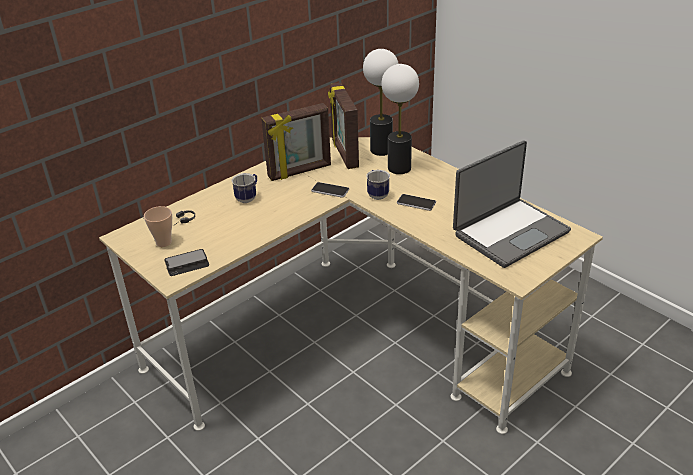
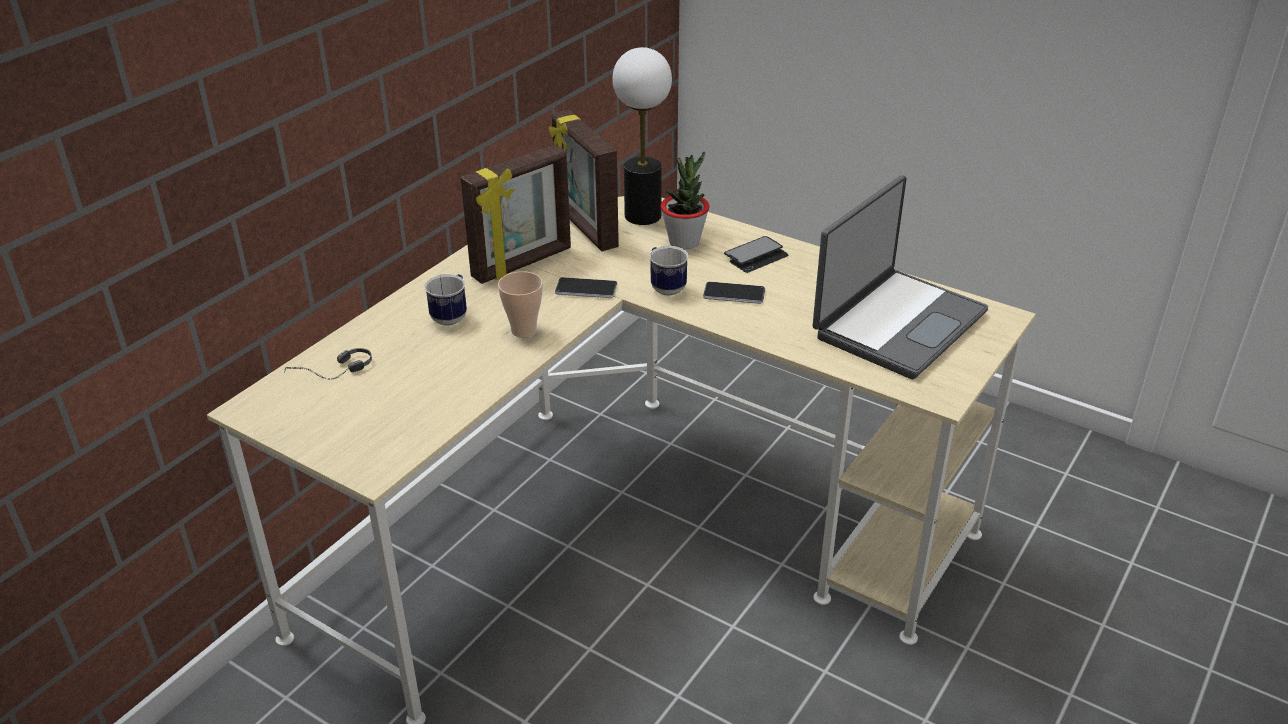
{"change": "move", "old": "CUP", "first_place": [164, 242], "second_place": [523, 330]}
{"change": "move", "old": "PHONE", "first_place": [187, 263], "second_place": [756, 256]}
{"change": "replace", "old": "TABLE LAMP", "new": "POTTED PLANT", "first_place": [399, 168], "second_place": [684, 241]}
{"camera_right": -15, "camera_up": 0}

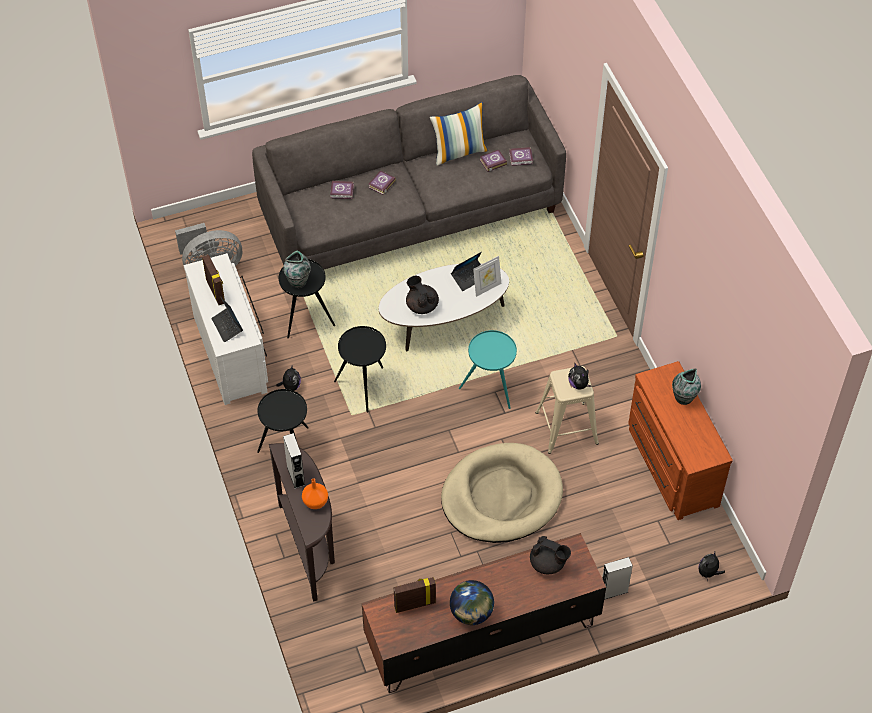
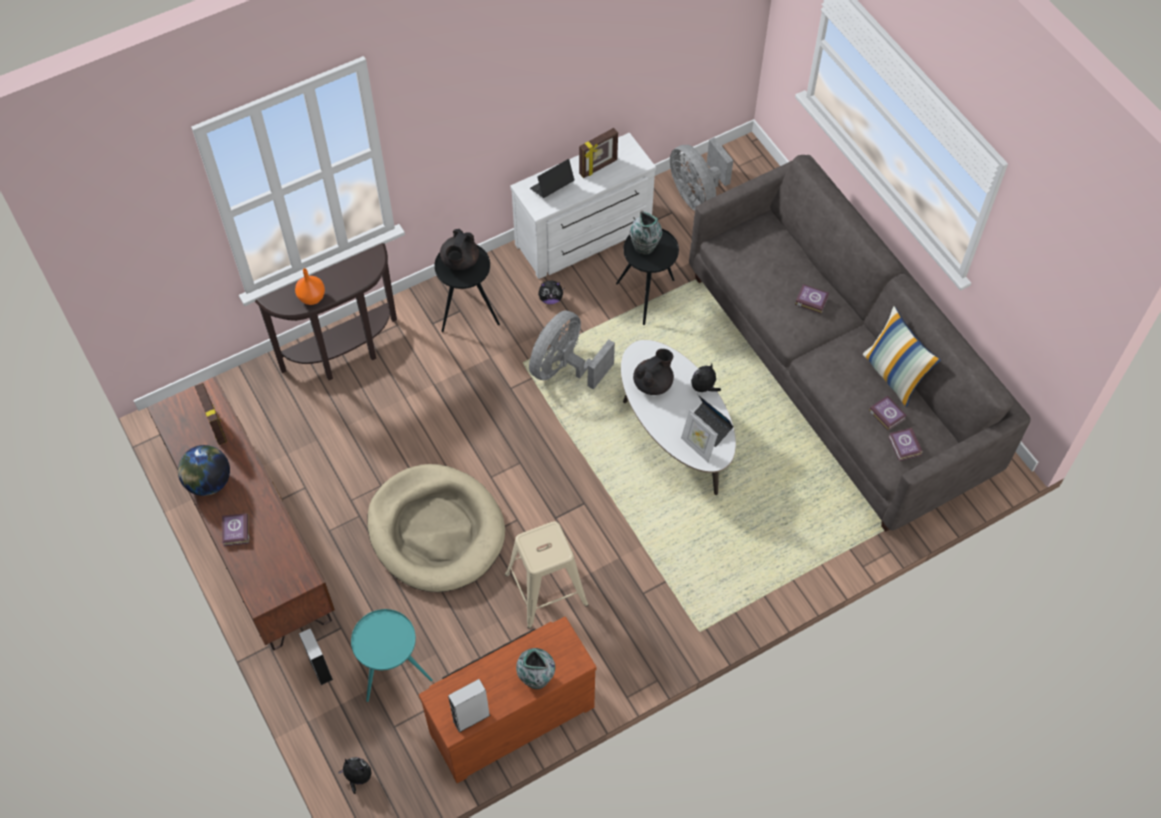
{"change": "move", "old": "GREY SPEAKER", "first_place": [296, 476], "second_place": [471, 718]}
{"change": "move", "old": "BOOK", "first_place": [342, 192], "second_place": [235, 532]}
{"change": "move", "old": "TURQUOISE SIDE TABLE", "first_place": [490, 390], "second_place": [393, 673]}
{"change": "move", "old": "BLACK TEAPOT", "first_place": [548, 563], "second_place": [460, 261]}
{"change": "move", "old": "PLUSH TOY", "first_place": [579, 384], "second_place": [704, 388]}
{"change": "replace", "old": "BLACK SIDE TABLE", "new": "GREY FAN", "first_place": [364, 386], "second_place": [565, 368]}
{"camera_right": 80, "camera_up": 5}

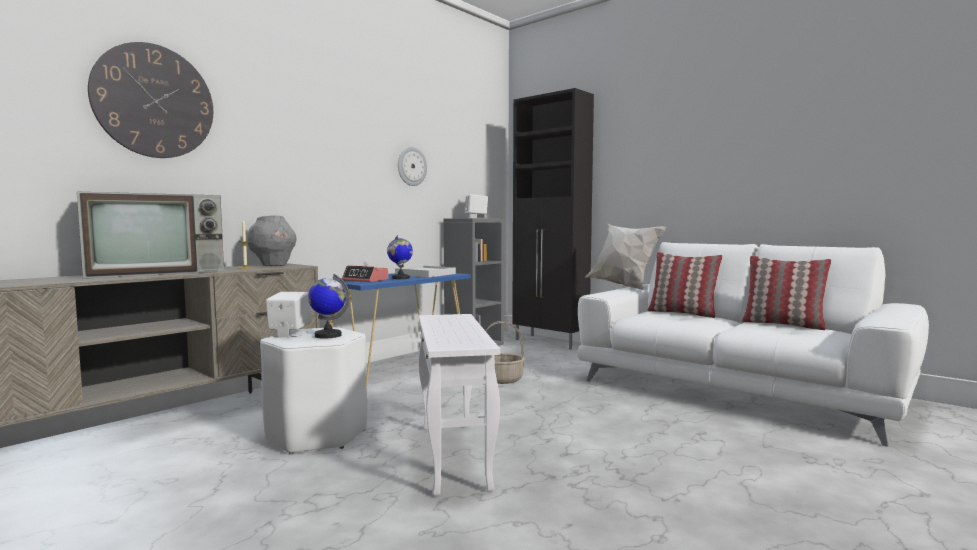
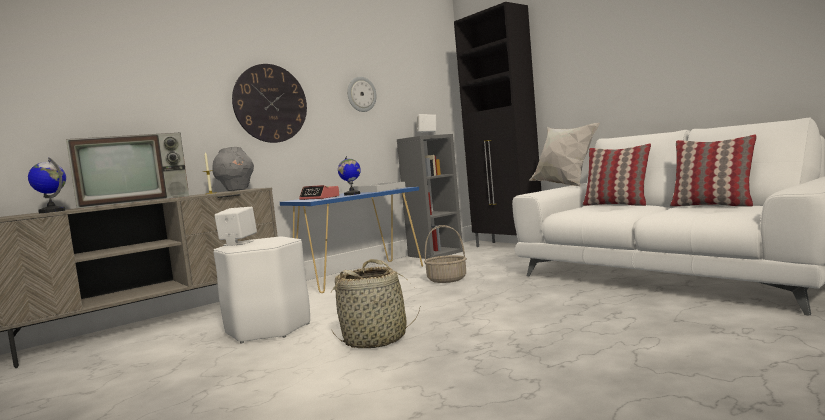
{"change": "move", "old": "WALL CLOCK", "first_place": [154, 101], "second_place": [270, 103]}
{"change": "move", "old": "GLOBE", "first_place": [328, 335], "second_place": [52, 211]}
{"change": "replace", "old": "WHITE SIDE TABLE", "new": "BASKET", "first_place": [454, 455], "second_place": [376, 339]}
{"camera_right": 10, "camera_up": 0}

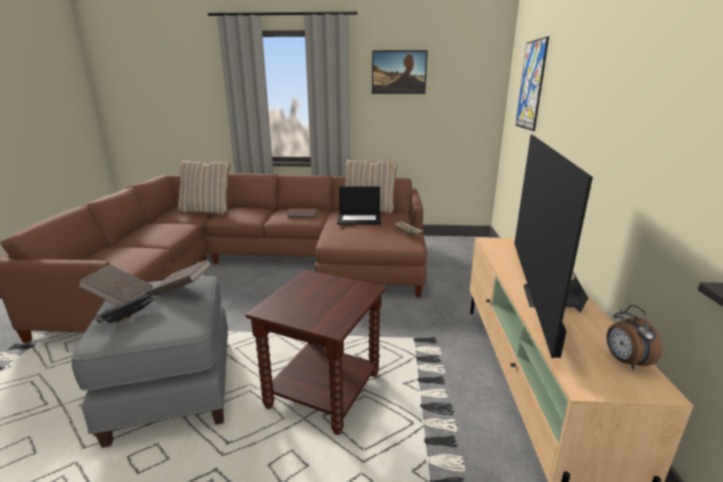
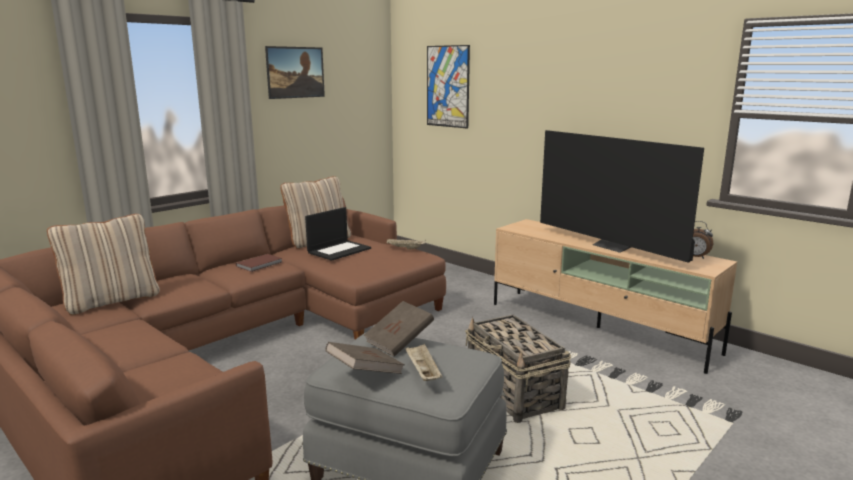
{"change": "replace", "old": "BROWN SIDE TABLE", "new": "BASKET", "first_place": [324, 391], "second_place": [514, 394]}
{"change": "recolor", "old": "BLACK TRAY", "new": "BEIGE TRAY", "first_place": [131, 315], "second_place": [422, 372]}
{"camera_right": -50, "camera_up": -5}

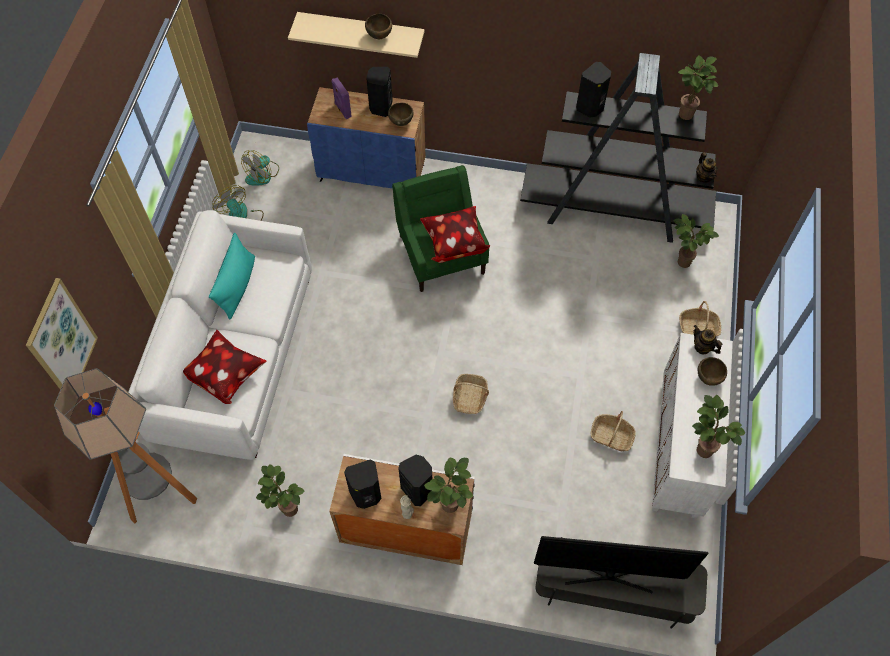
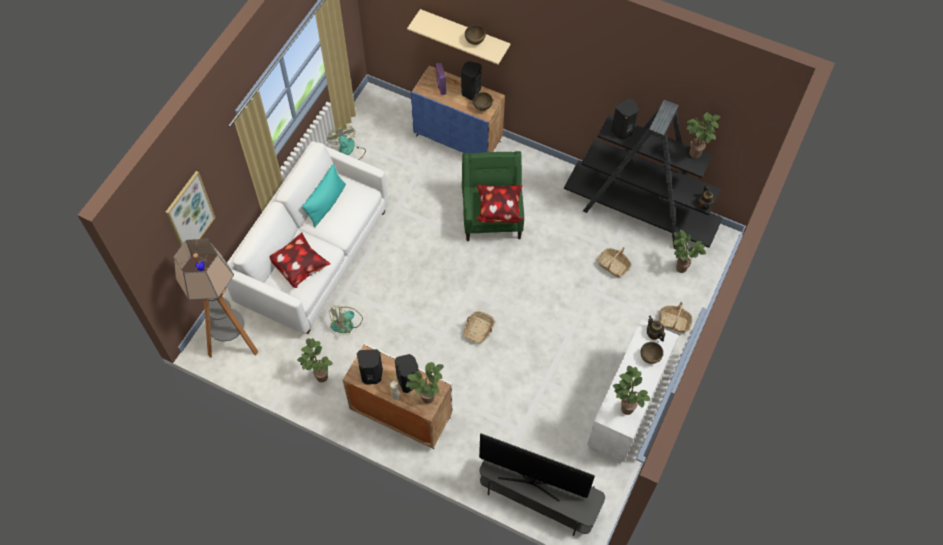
{"change": "move", "old": "FAN", "first_place": [262, 174], "second_place": [347, 323]}
{"change": "move", "old": "BASKET", "first_place": [611, 436], "second_place": [613, 265]}
{"camera_right": 15, "camera_up": 0}

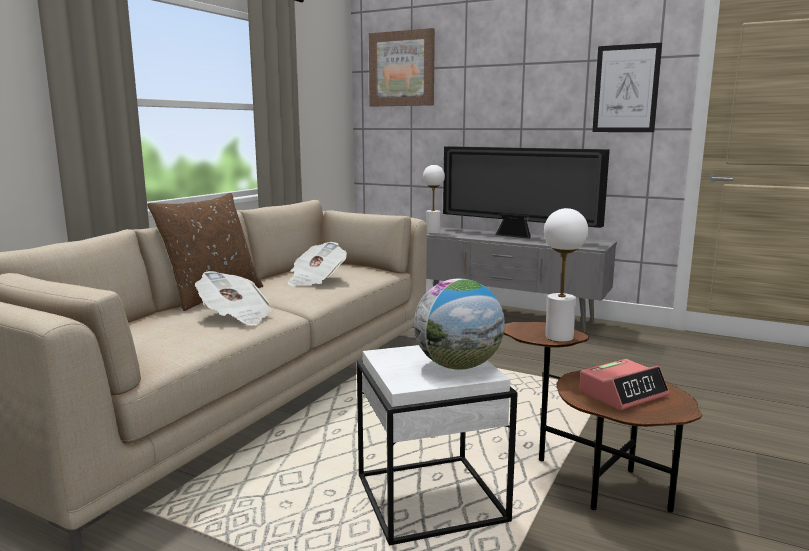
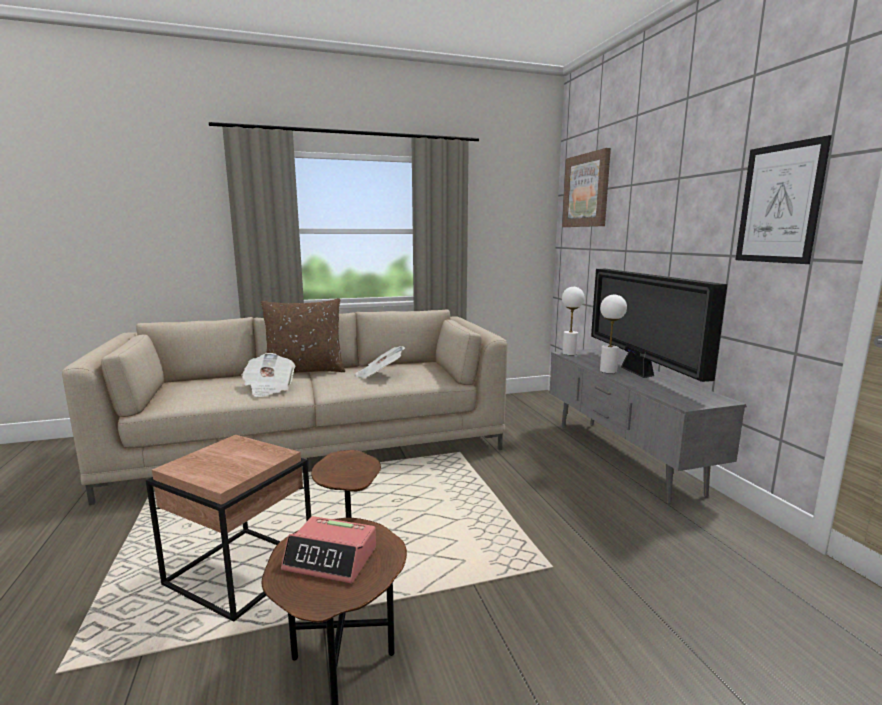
{"change": "delete", "old": "GLOBE", "first_place": [458, 366]}
{"change": "move", "old": "WHITE TABLE LAMP", "first_place": [559, 337], "second_place": [608, 371]}
{"change": "recolor", "old": "WHITE SIDE TABLE", "new": "BROWN SIDE TABLE", "first_place": [429, 499], "second_place": [239, 571]}
{"camera_right": 45, "camera_up": 0}

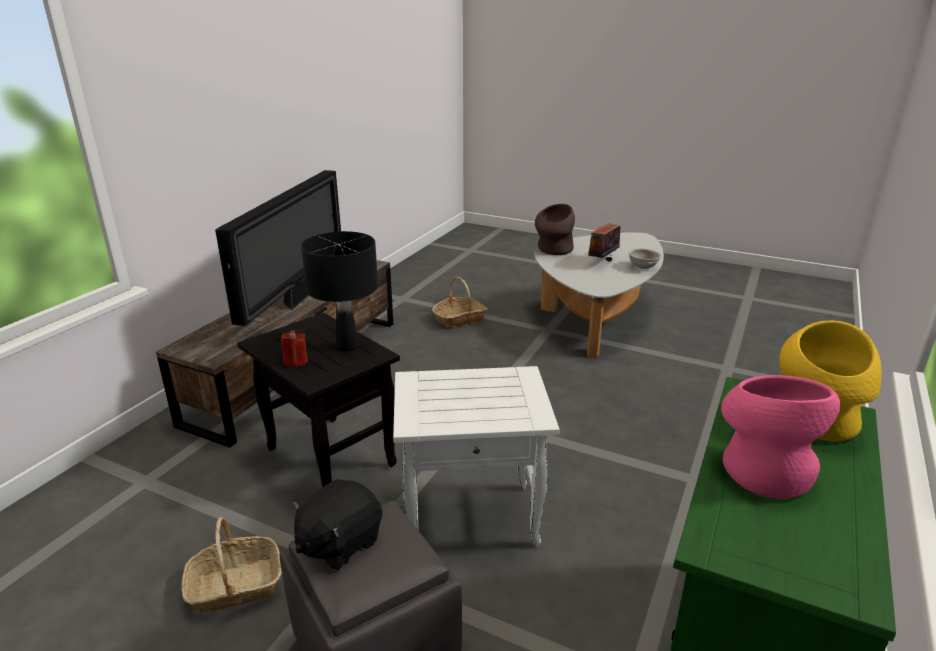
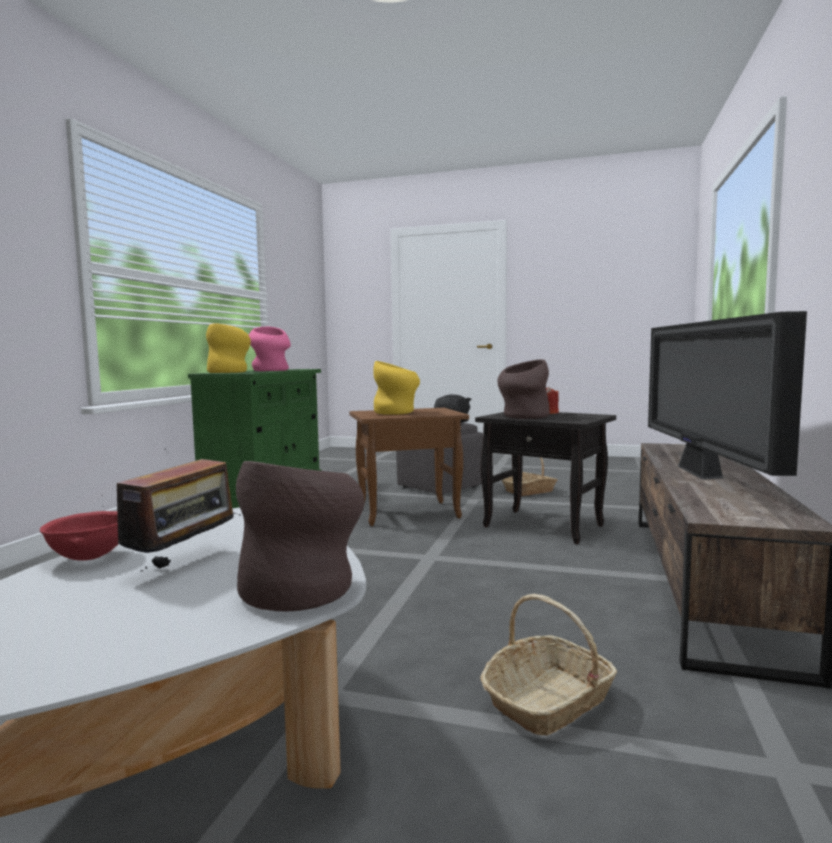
{"change": "insert", "new": "YELLOW VASE", "second_place": [397, 412]}
{"change": "replace", "old": "BLACK TABLE LAMP", "new": "BROWN VASE", "first_place": [347, 346], "second_place": [522, 417]}
{"change": "recolor", "old": "WHITE SIDE TABLE", "new": "BROWN SIDE TABLE", "first_place": [473, 516], "second_place": [406, 514]}
{"change": "recolor", "old": "GREY BOWL", "new": "RED BOWL", "first_place": [643, 267], "second_place": [88, 558]}
{"camera_right": 170, "camera_up": -20}

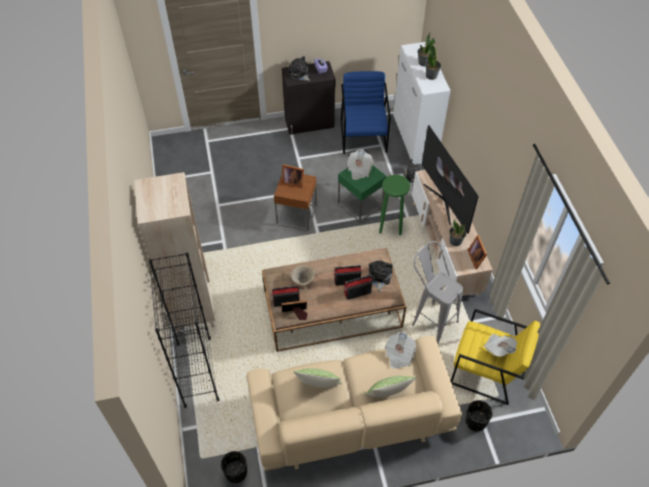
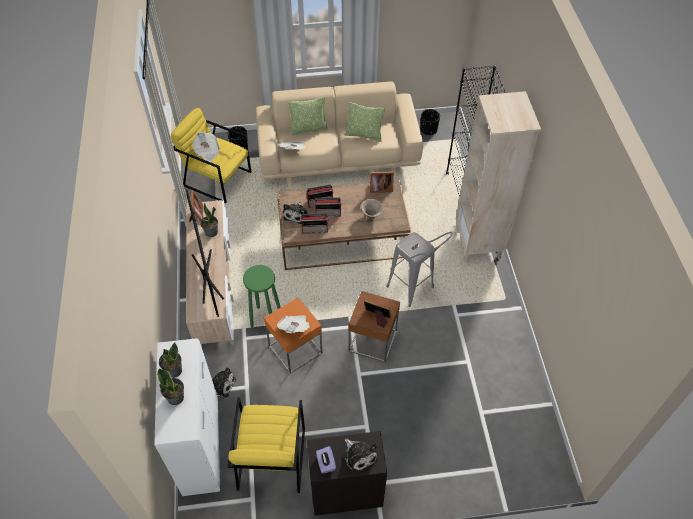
{"change": "move", "old": "RADIO", "first_place": [285, 301], "second_place": [315, 229]}
{"change": "move", "old": "GREY STOOL", "first_place": [429, 319], "second_place": [415, 291]}
{"change": "recolor", "old": "GREEN SIDE TABLE", "new": "ORANGE SIDE TABLE", "first_place": [360, 204], "second_place": [295, 349]}
{"change": "recolor", "old": "BLUE ARMCHAIR", "new": "YELLOW ARMCHAIR", "first_place": [363, 136], "second_place": [271, 458]}
{"camera_right": -175, "camera_up": 0}

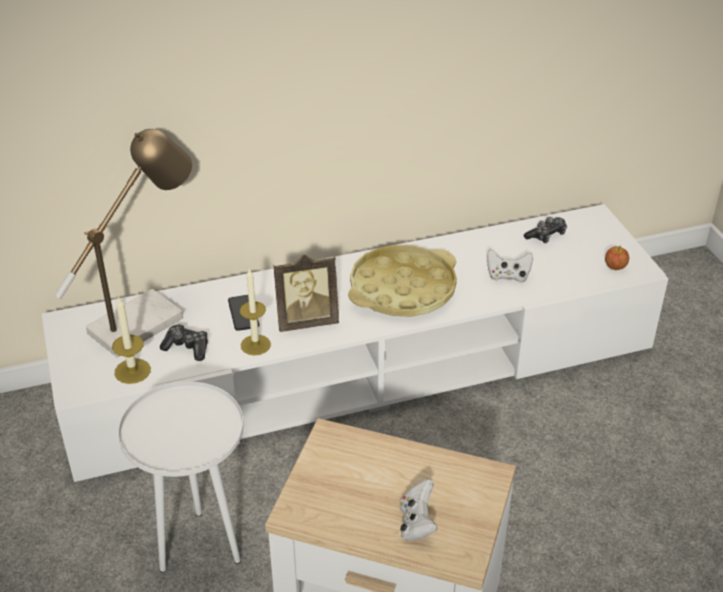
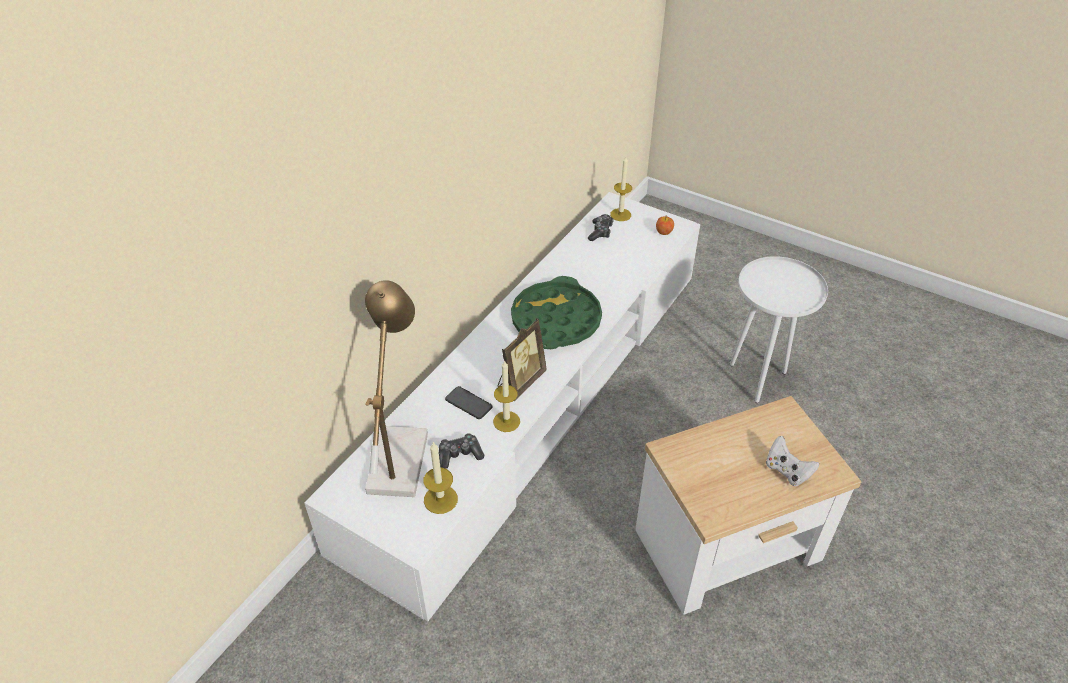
{"change": "delete", "old": "WHITE GAME CONTROLLER", "first_place": [508, 276]}
{"change": "insert", "new": "CANDLE", "second_place": [620, 214]}
{"change": "move", "old": "WHITE SIDE TABLE", "first_place": [199, 547], "second_place": [757, 379]}
{"change": "recolor", "old": "YELLOW TRAY", "new": "GREEN TRAY", "first_place": [402, 289], "second_place": [556, 320]}
{"camera_right": -40, "camera_up": 5}

